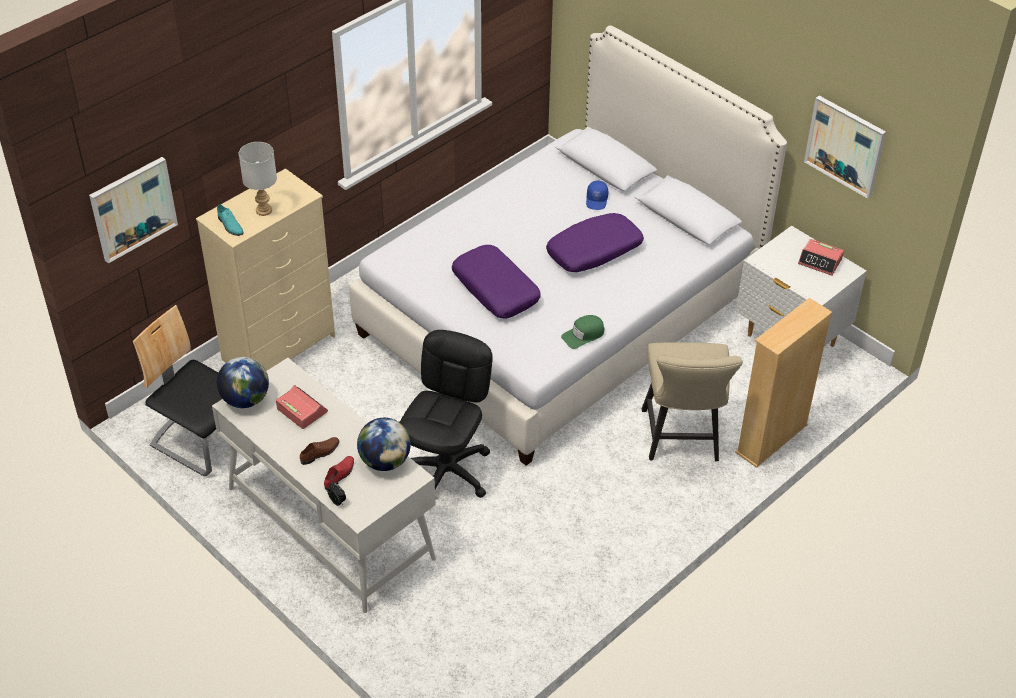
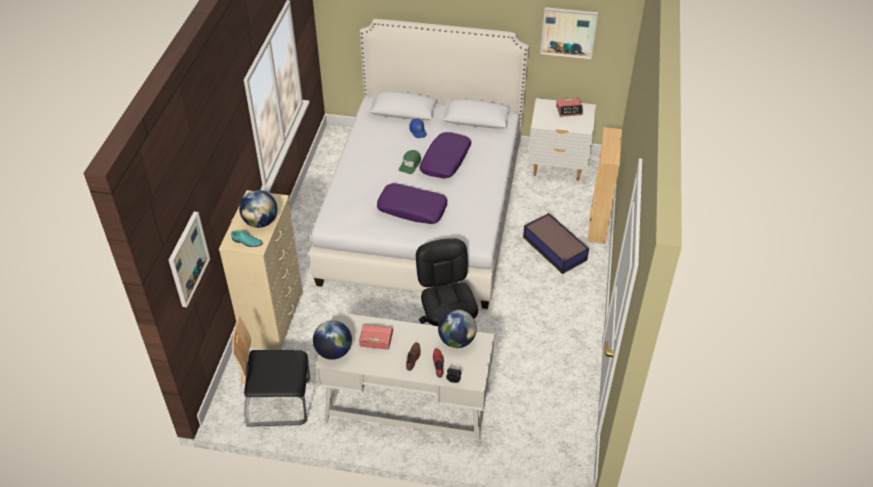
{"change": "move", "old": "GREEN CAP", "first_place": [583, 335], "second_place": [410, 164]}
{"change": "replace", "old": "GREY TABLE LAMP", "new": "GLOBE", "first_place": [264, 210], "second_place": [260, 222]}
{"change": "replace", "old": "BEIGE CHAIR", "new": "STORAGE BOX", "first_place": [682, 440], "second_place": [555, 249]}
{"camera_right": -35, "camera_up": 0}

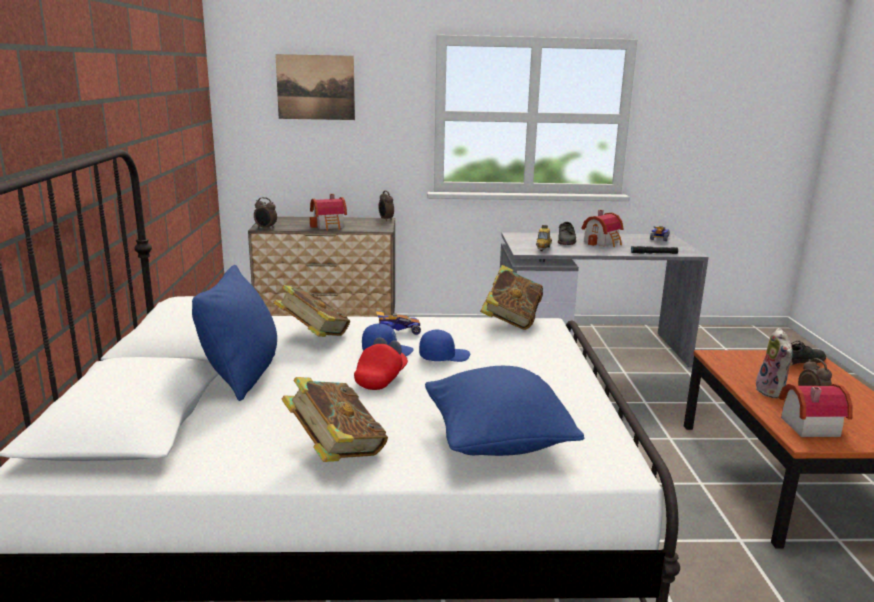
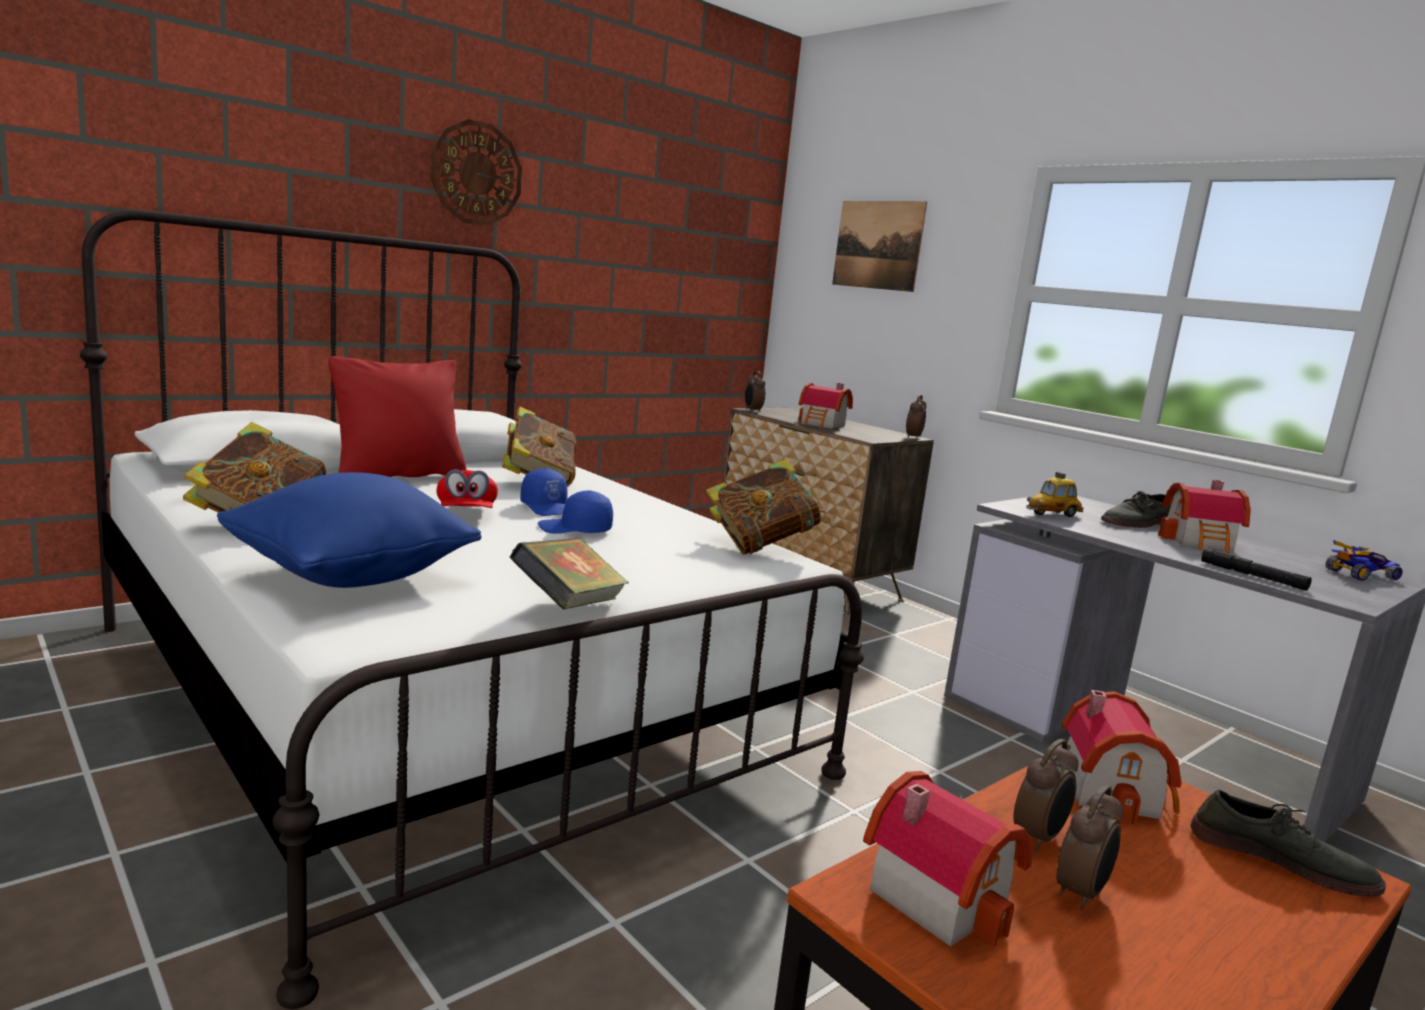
{"change": "delete", "old": "TOY CAR", "first_place": [398, 332]}
{"change": "insert", "new": "WALL CLOCK", "second_place": [476, 173]}
{"change": "insert", "new": "BOOK", "second_place": [569, 606]}
{"change": "insert", "new": "TOY HOUSE", "second_place": [1115, 791]}
{"change": "replace", "old": "PLUSH TOY", "new": "ALARM CLOCK", "first_place": [772, 392], "second_place": [1039, 838]}
{"change": "recolor", "old": "BLUE PILLOW", "new": "RED PILLOW", "first_place": [243, 376], "second_place": [399, 475]}
{"change": "rotate", "old": "RED CAP", "first_place": [381, 378], "second_place": [466, 515], "degrees": 90}
{"change": "rotate", "old": "BLUE CAP", "first_place": [444, 356], "second_place": [575, 530], "degrees": 150}
{"camera_right": 50, "camera_up": -5}

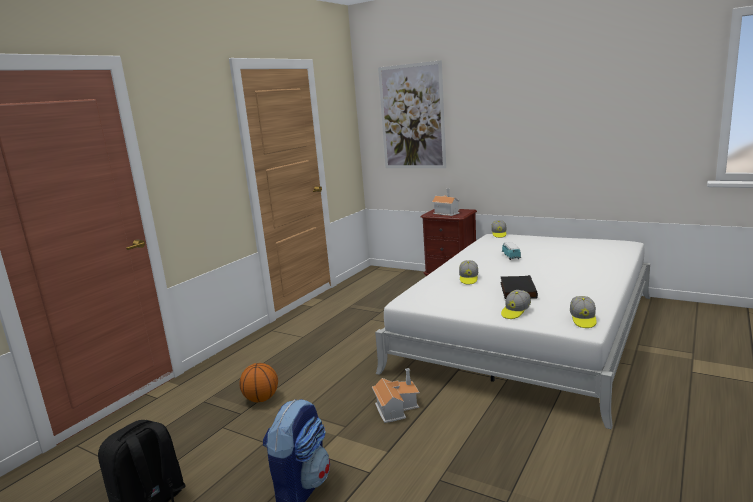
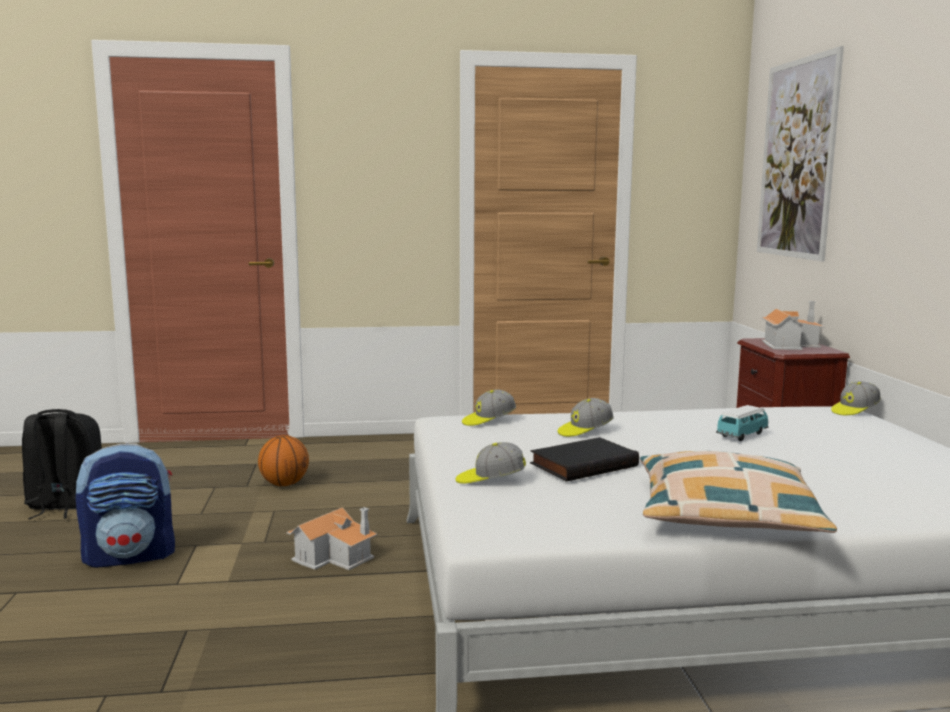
{"change": "insert", "new": "PILLOW", "second_place": [725, 513]}
{"change": "move", "old": "CAP", "first_place": [583, 319], "second_place": [488, 421]}
{"camera_right": 50, "camera_up": -5}

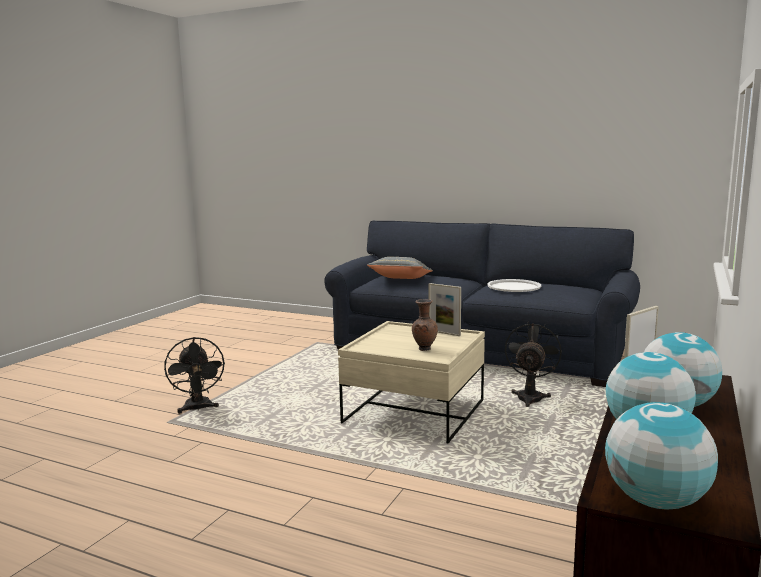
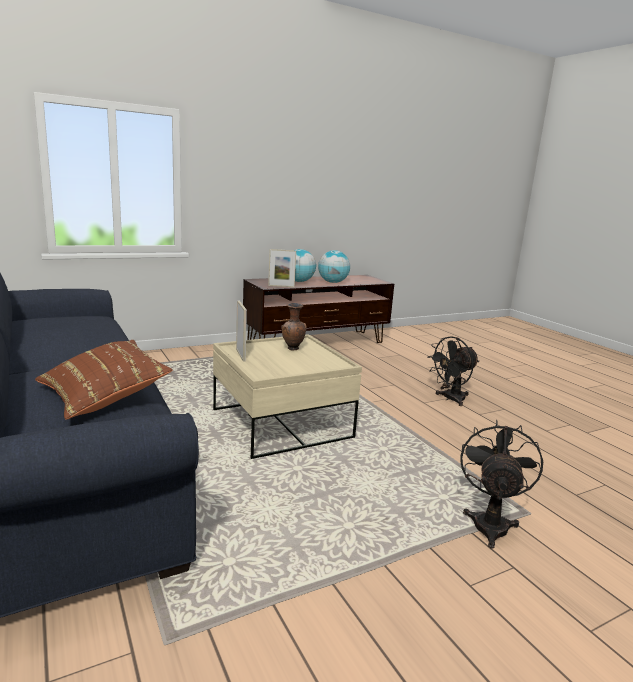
{"change": "delete", "old": "WHITE TRAY", "first_place": [513, 286]}
{"change": "delete", "old": "GLOBE", "first_place": [656, 501]}
{"change": "move", "old": "BLACK FAN", "first_place": [530, 396], "second_place": [450, 399]}
{"change": "recolor", "old": "GREY PILLOW", "new": "BROWN PILLOW", "first_place": [400, 279], "second_place": [104, 396]}
{"camera_right": -145, "camera_up": 5}

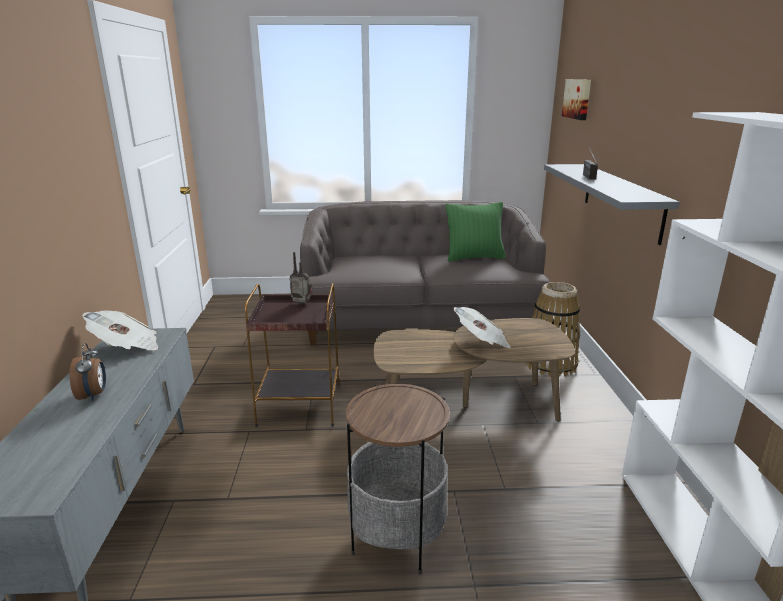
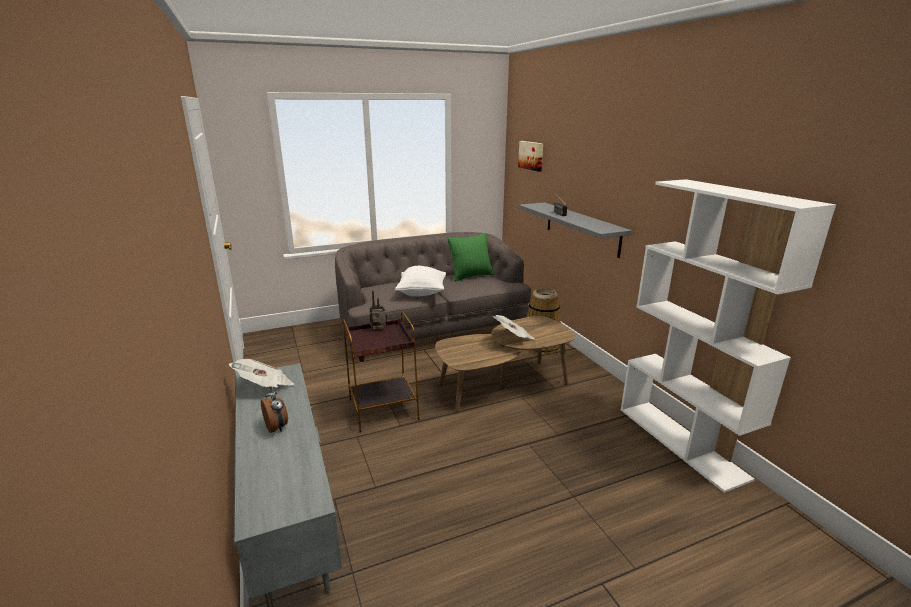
{"change": "delete", "old": "SIDE TABLE", "first_place": [397, 537]}
{"change": "insert", "new": "WHITE PILLOW", "second_place": [422, 293]}
{"camera_right": -20, "camera_up": 0}

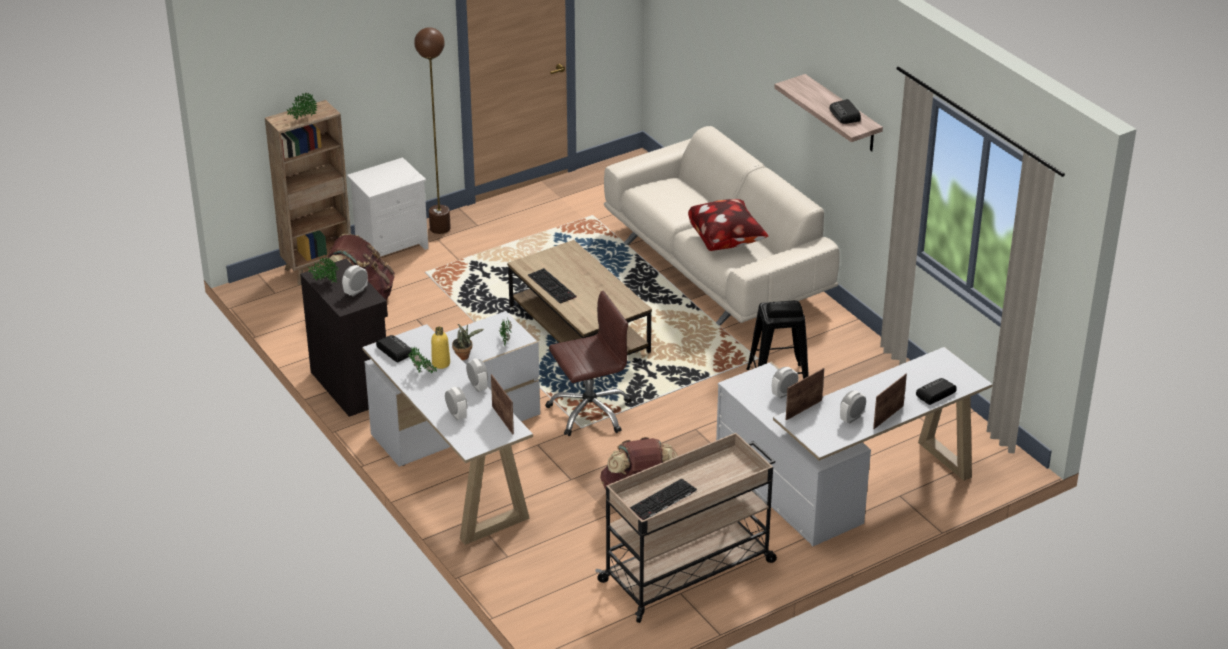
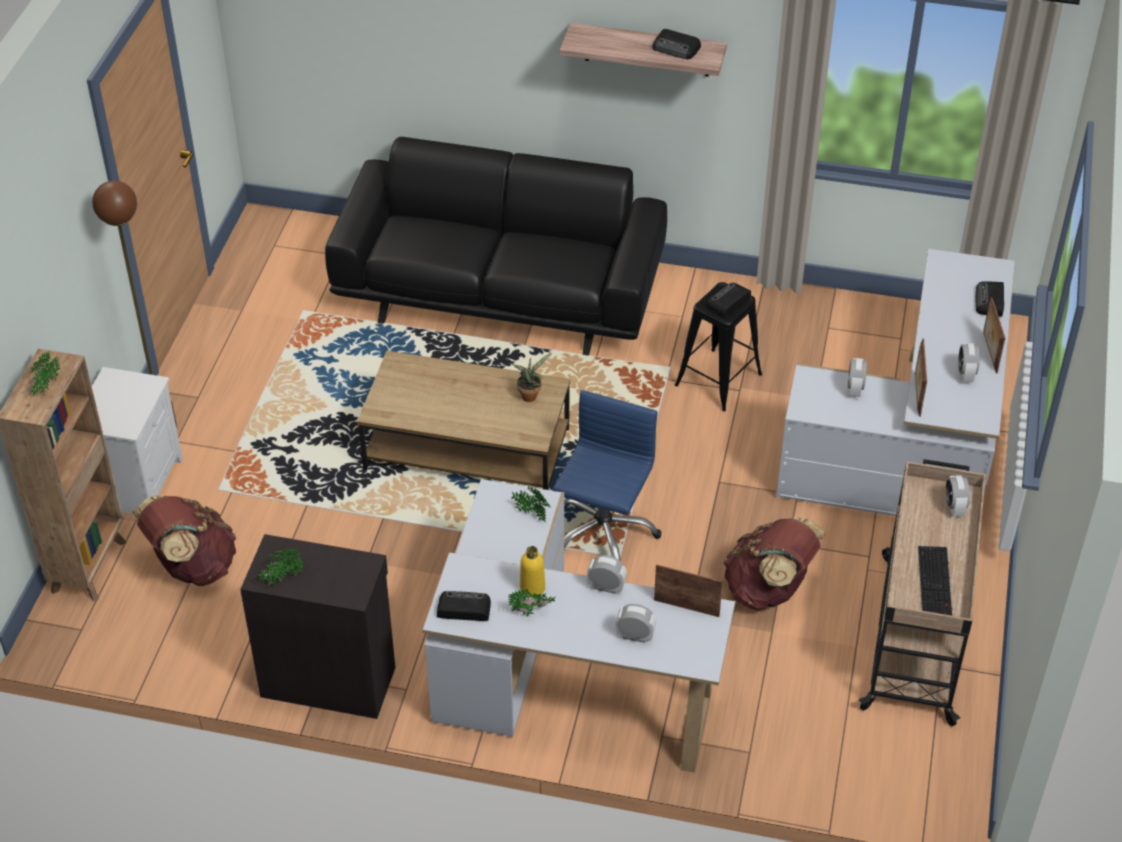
{"change": "delete", "old": "KEYBOARD", "first_place": [553, 286]}
{"change": "delete", "old": "PILLOW", "first_place": [726, 240]}
{"change": "move", "old": "ALARM CLOCK", "first_place": [356, 291], "second_place": [954, 508]}
{"change": "move", "old": "POTTED PLANT", "first_place": [464, 356], "second_place": [530, 395]}
{"change": "recolor", "old": "BROWN OFFICE CHAIR", "new": "BLUE OFFICE CHAIR", "first_place": [589, 411], "second_place": [602, 533]}
{"change": "recolor", "old": "BEIGE SOFA", "new": "BLACK SOFA", "first_place": [717, 267], "second_place": [501, 292]}
{"camera_right": -45, "camera_up": 10}

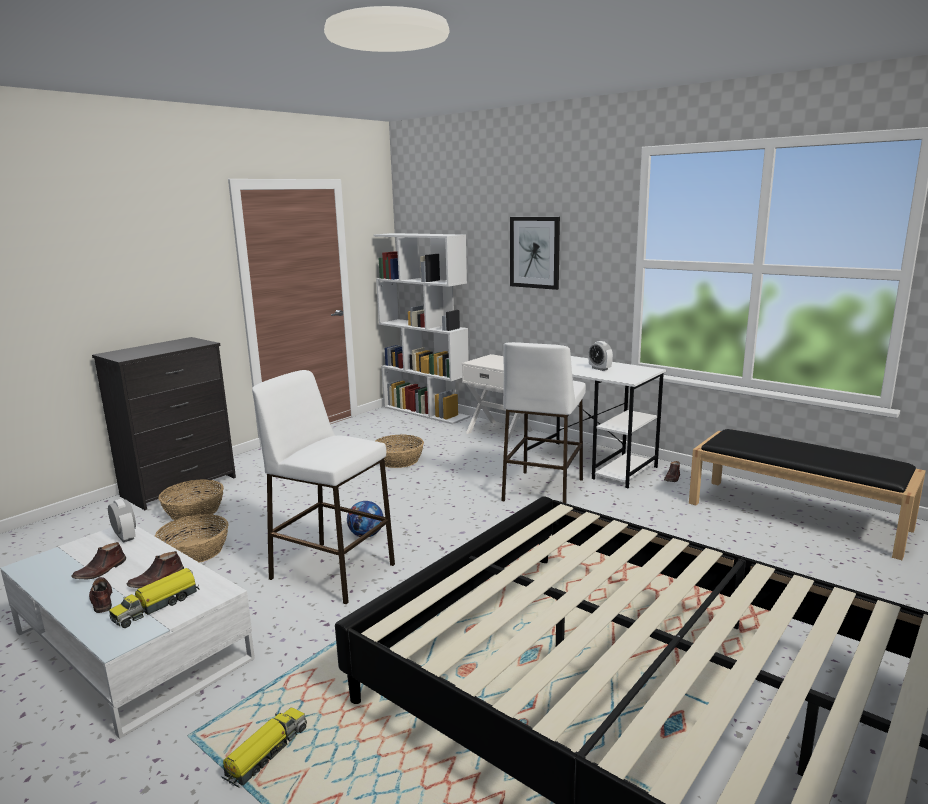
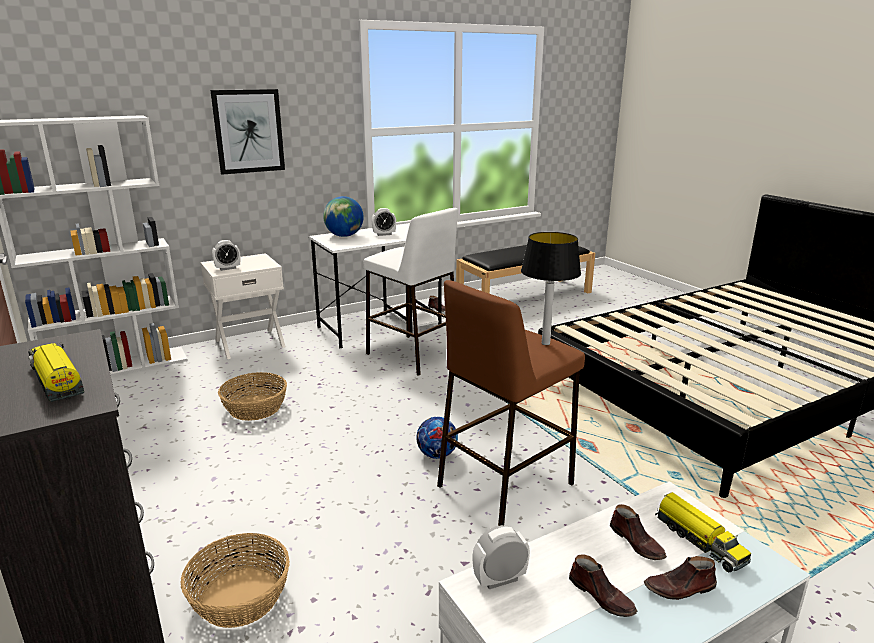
{"change": "delete", "old": "BASKET", "first_place": [195, 552]}
{"change": "insert", "new": "ALARM CLOCK", "second_place": [228, 268]}
{"change": "insert", "new": "GLOBE", "second_place": [344, 236]}
{"change": "insert", "new": "TABLE LAMP", "second_place": [545, 343]}
{"change": "move", "old": "TOY TRUCK", "first_place": [266, 753], "second_place": [57, 381]}
{"change": "recolor", "old": "WHITE STOOL", "new": "BROWN STOOL", "first_place": [332, 571], "second_place": [504, 485]}
{"camera_right": -70, "camera_up": 5}

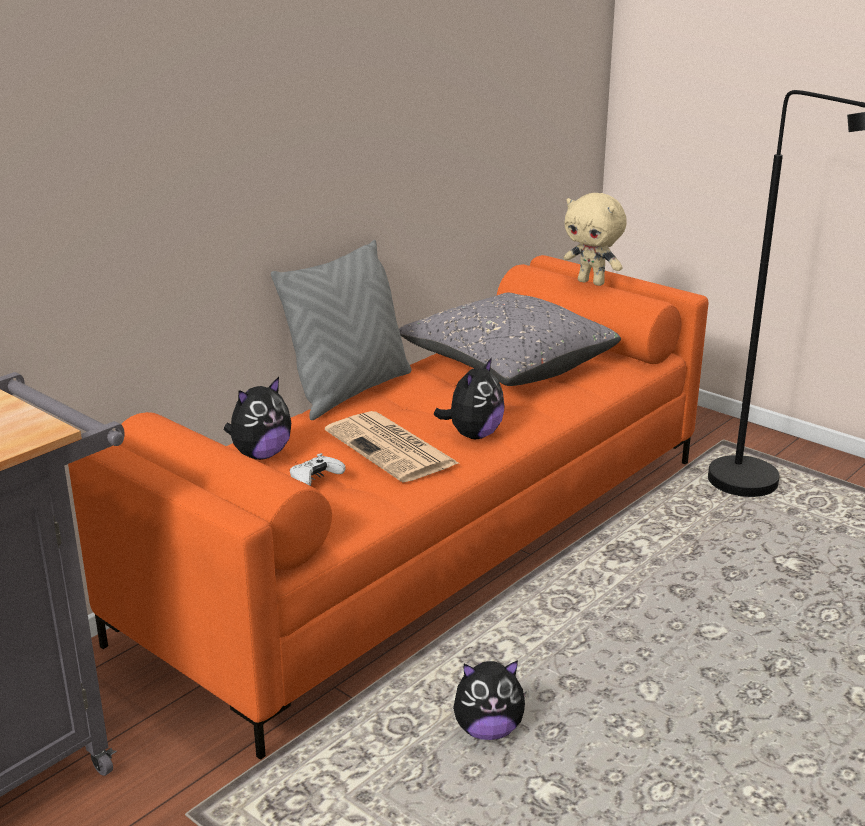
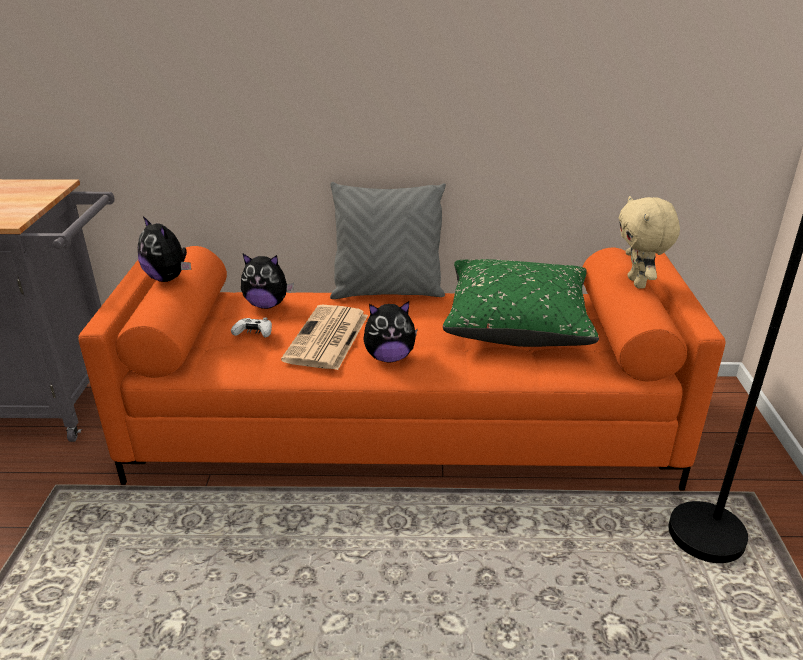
{"change": "move", "old": "PLUSH TOY", "first_place": [488, 730], "second_place": [168, 278]}
{"change": "recolor", "old": "GREY PILLOW", "new": "GREEN PILLOW", "first_place": [507, 365], "second_place": [517, 323]}
{"camera_right": 50, "camera_up": 5}

